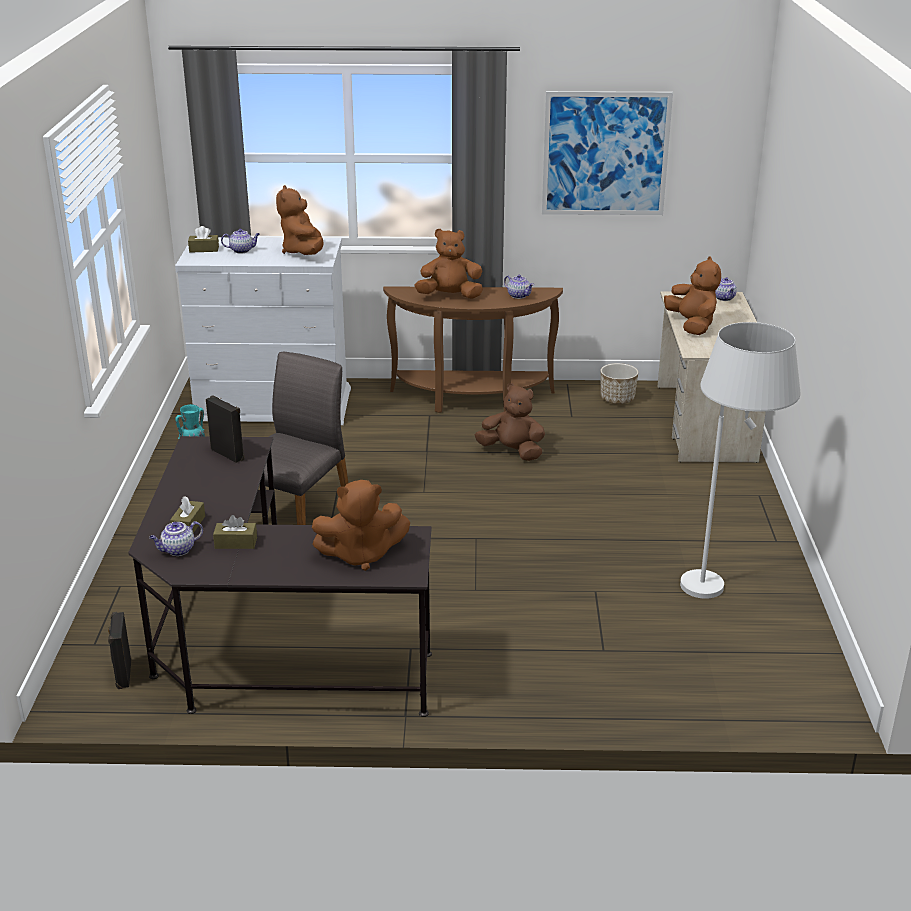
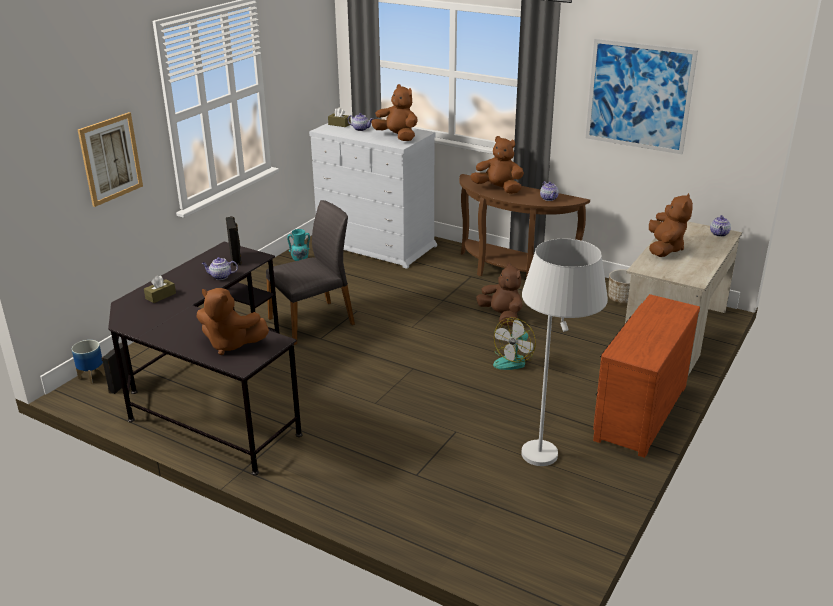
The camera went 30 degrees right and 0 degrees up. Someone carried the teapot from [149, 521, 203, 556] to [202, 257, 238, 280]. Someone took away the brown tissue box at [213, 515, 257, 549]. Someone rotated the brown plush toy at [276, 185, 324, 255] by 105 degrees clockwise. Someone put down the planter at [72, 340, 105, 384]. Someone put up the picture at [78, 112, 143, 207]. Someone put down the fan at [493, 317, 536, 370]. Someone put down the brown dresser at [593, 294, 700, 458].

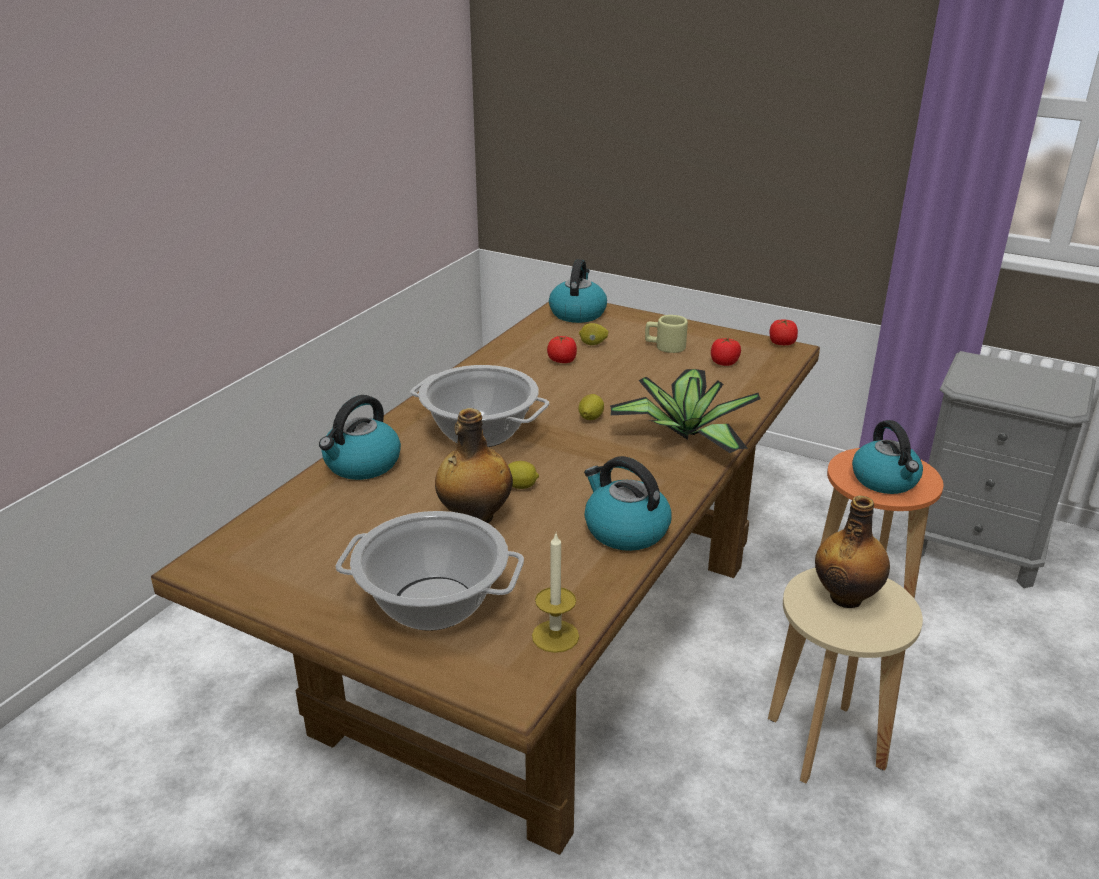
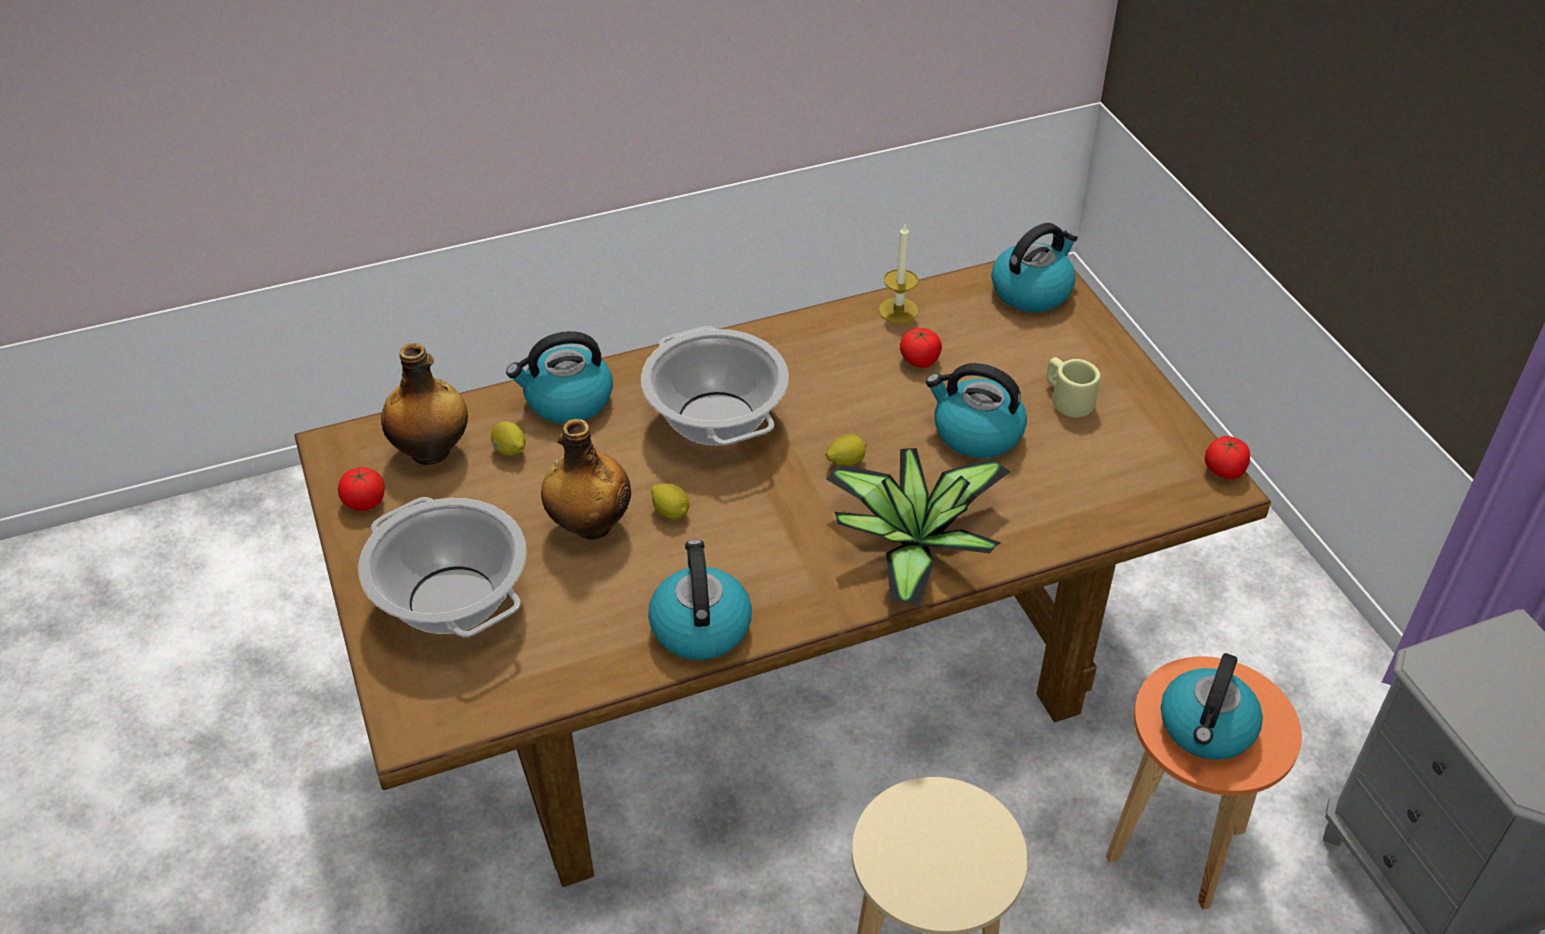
The camera went 40 degrees right and 15 degrees up. Someone carried the candle from [532, 534, 579, 653] to [879, 224, 918, 324]. Someone carried the lemon from [579, 323, 609, 345] to [491, 421, 526, 456]. Someone carried the tomato from [711, 337, 741, 366] to [338, 467, 385, 511]. Someone carried the bottle from [815, 496, 890, 608] to [381, 343, 468, 465]. Someone put down the kettle at [926, 363, 1027, 458].

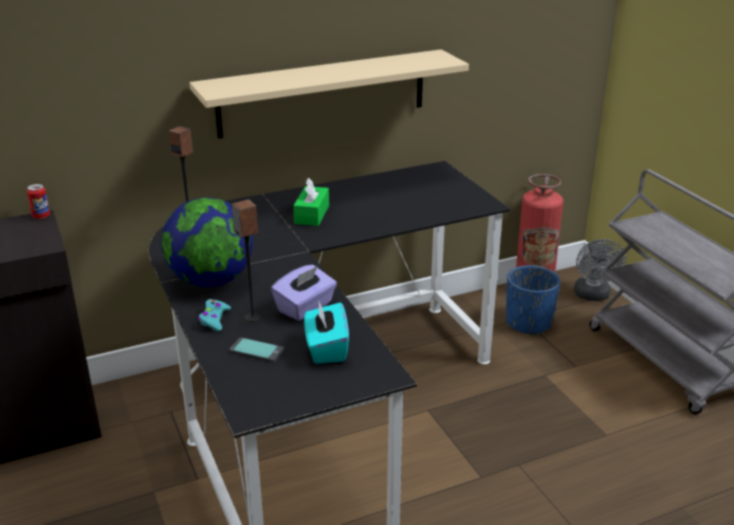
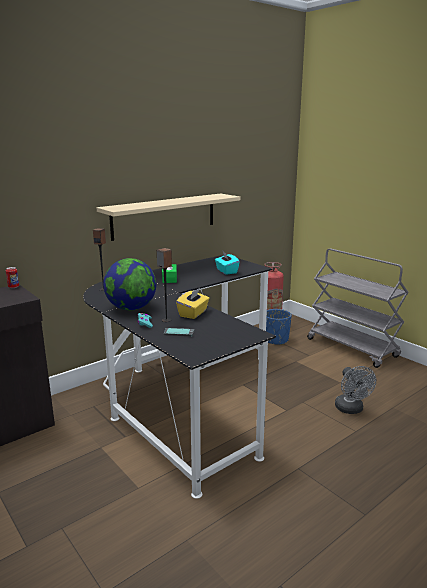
The camera went 15 degrees left and 10 degrees down. Someone repainted the purple tissue box at [271, 265, 337, 321], which became the yellow tissue box at [176, 288, 209, 319]. Someone carried the turquoise tissue box from [304, 302, 349, 364] to [215, 252, 239, 275]. Someone carried the grey fan from [574, 239, 626, 301] to [335, 366, 376, 414].

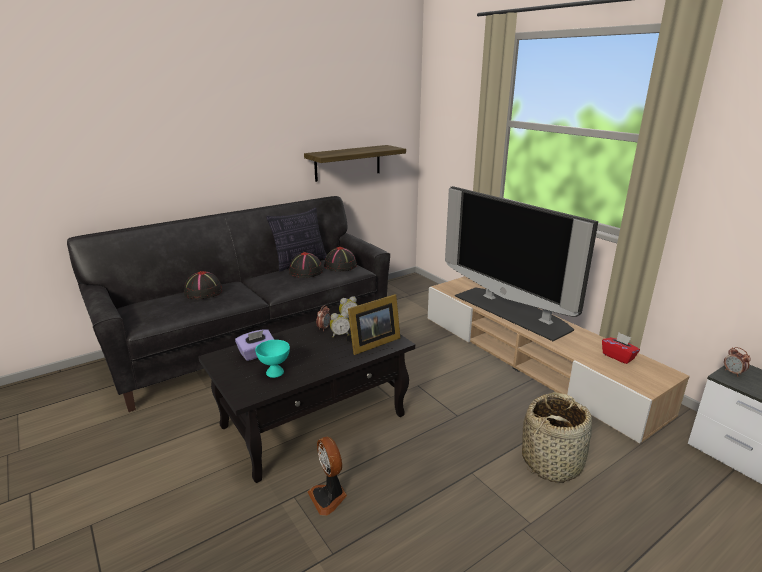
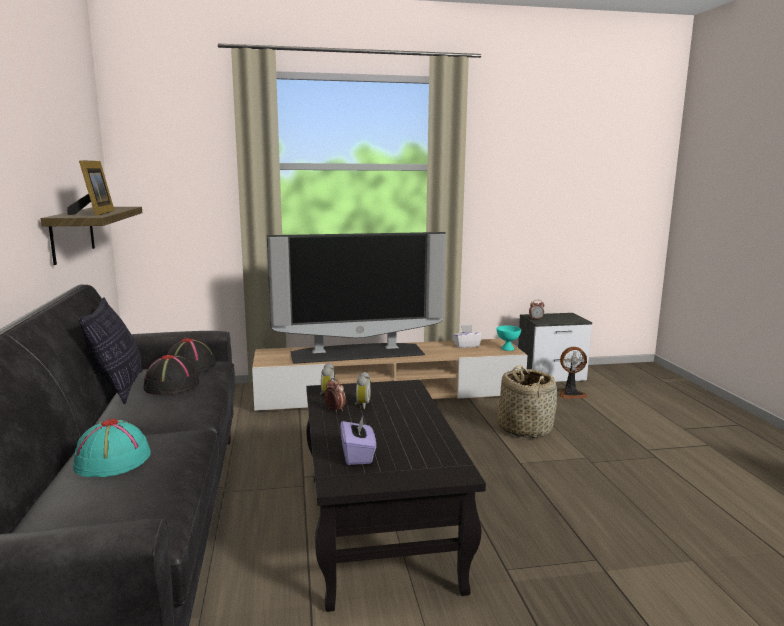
The camera went 65 degrees left and 10 degrees down. Someone repainted the black hat at [184, 271, 223, 299], which became the turquoise hat at [73, 419, 151, 477]. Someone carried the turquoise bowl from [255, 340, 290, 378] to [497, 326, 521, 351]. Someone carried the fan from [308, 436, 347, 516] to [560, 347, 588, 399]. Someone carried the picture frame from [346, 294, 400, 355] to [67, 160, 115, 216]. Someone repainted the red tissue box at [602, 332, 640, 364], which became the white tissue box at [452, 325, 482, 348].

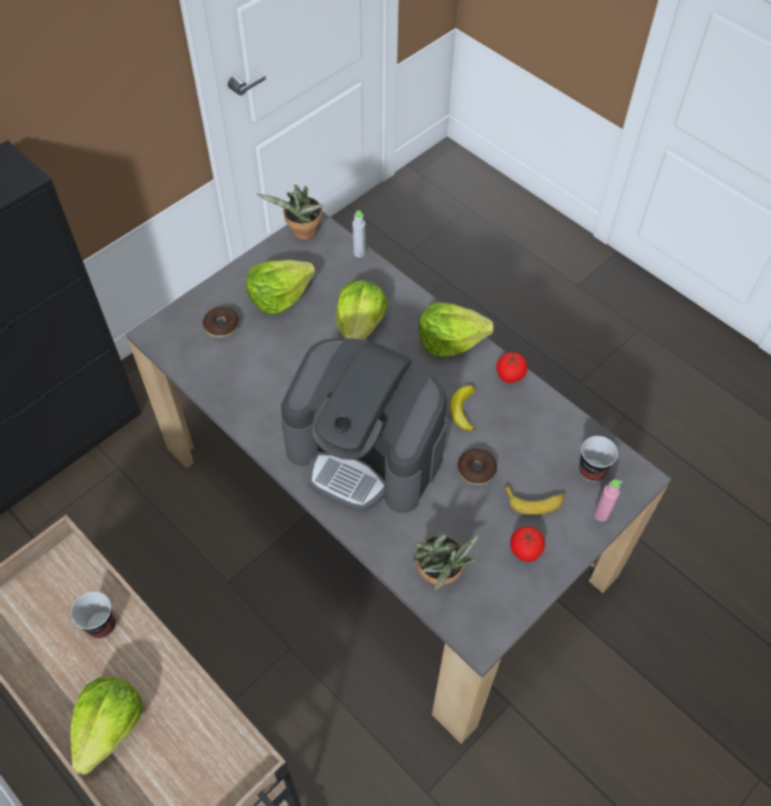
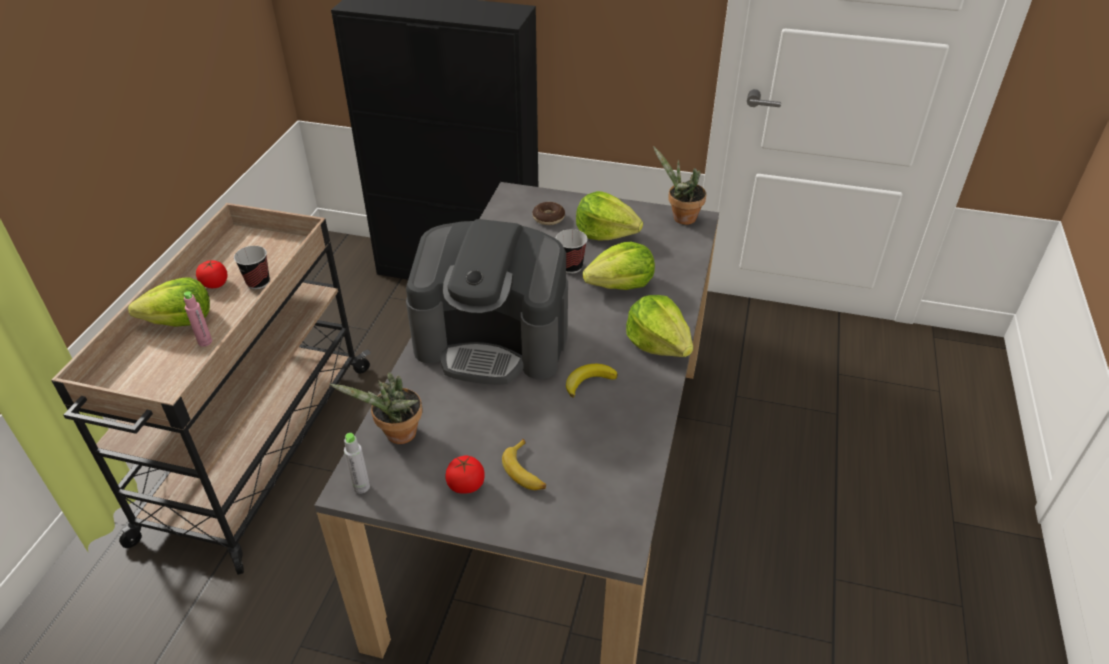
The camera went 60 degrees right and 15 degrees down. Someone rotated the coffee machine at [281, 338, 446, 513] by 75 degrees counterclockwise. Someone carried the grey bottle from [352, 210, 366, 257] to [344, 433, 370, 494]. Someone took away the donut at [457, 449, 497, 485]. Someone carried the tomato from [496, 352, 527, 383] to [196, 260, 227, 288]. Someone carried the cup from [579, 436, 618, 482] to [555, 229, 588, 274]. Someone carried the pink bottle from [594, 479, 622, 522] to [184, 291, 212, 347].

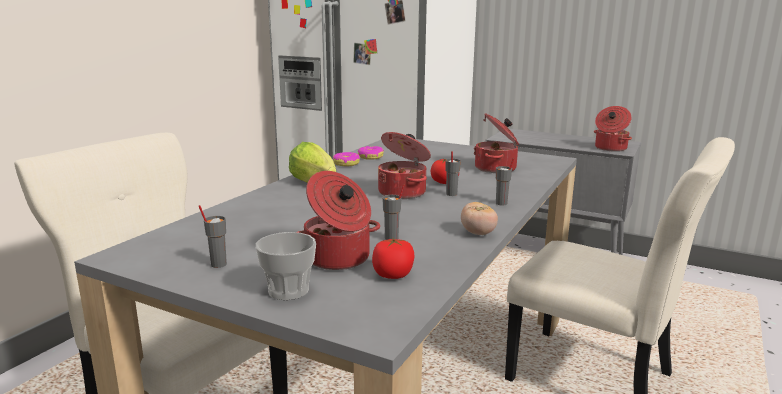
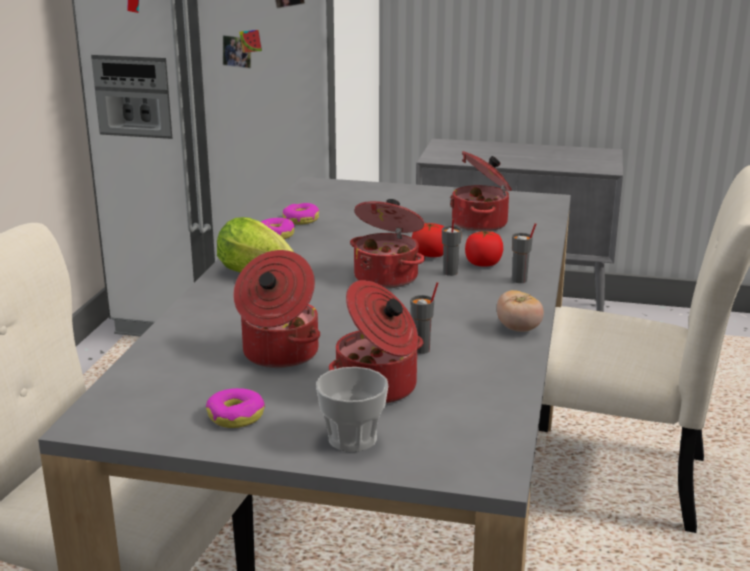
The camera went 15 degrees left and 5 degrees up. Someone swapped the grey cup at [199, 205, 227, 268] for the donut at [206, 388, 265, 428]. Someone carried the tomato from [372, 237, 415, 279] to [465, 231, 503, 267]. Someone carried the cooking pot from [594, 106, 632, 152] to [233, 250, 320, 368].

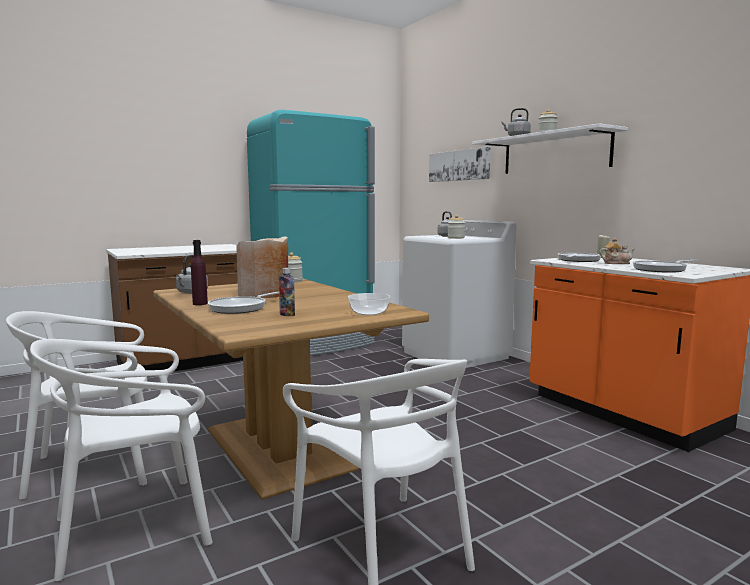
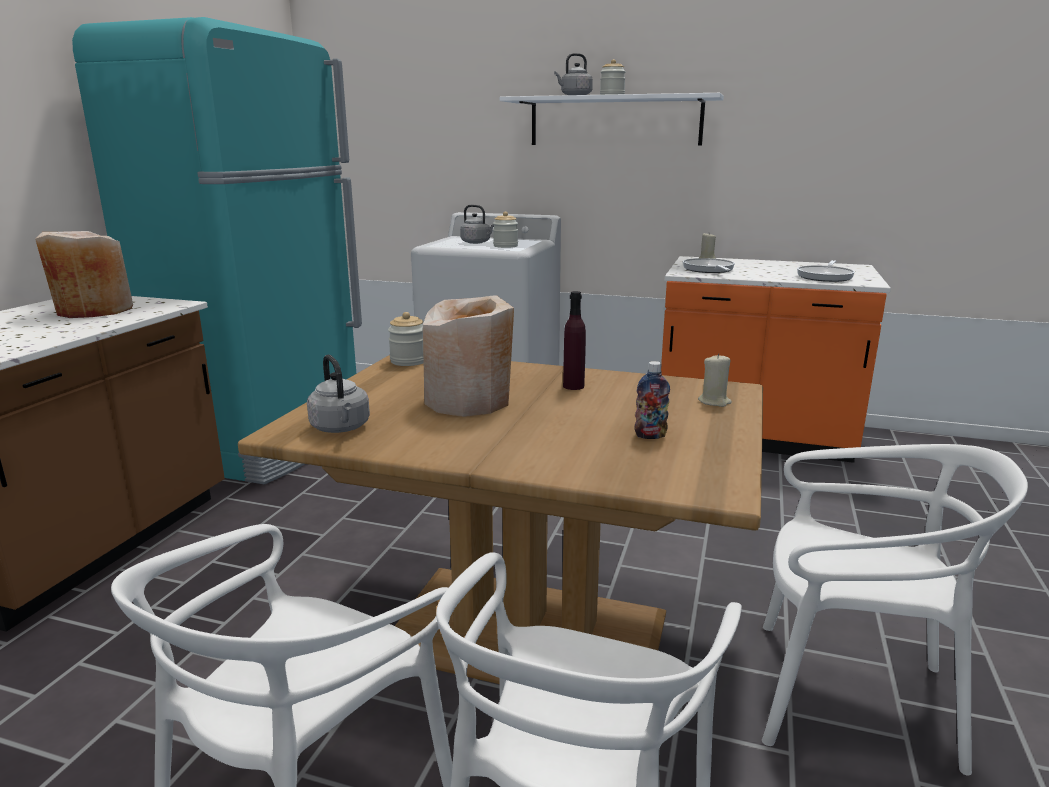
The camera went 40 degrees left and 10 degrees up. Someone carried the purple bottle from [191, 240, 208, 305] to [563, 291, 586, 390]. Someone took away the frying pan at [208, 292, 279, 314]. Someone swapped the bowl at [348, 293, 390, 315] for the beige candle at [698, 353, 732, 407]. Someone took away the picture at [429, 147, 491, 182]. Someone took away the teapot at [599, 237, 635, 264]. Someone put down the beige vase at [35, 231, 133, 318].

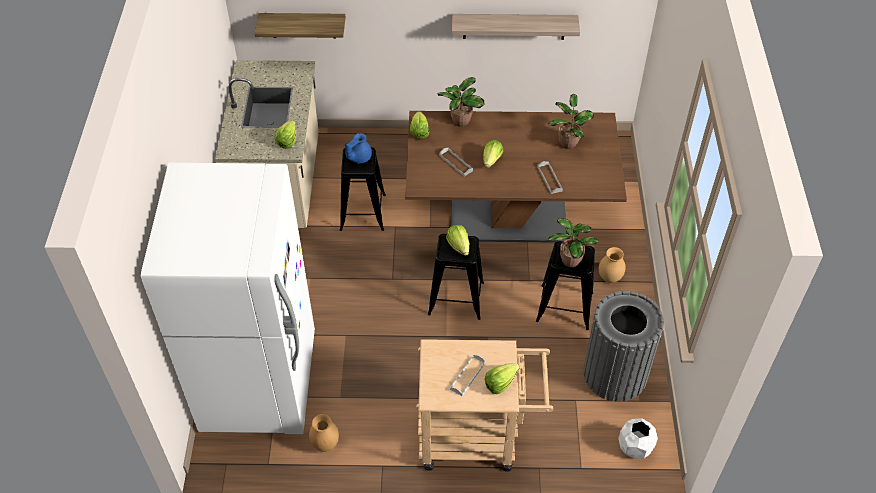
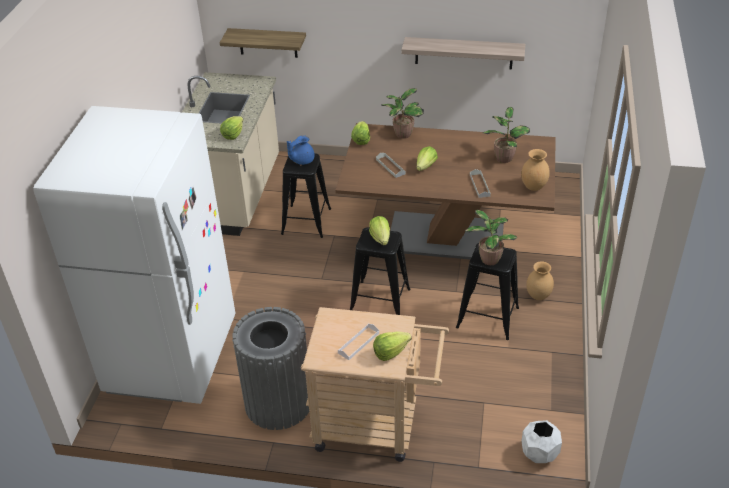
The camera went 10 degrees right and 10 degrees down. Someone carried the brown vase from [309, 414, 339, 452] to [521, 149, 550, 191]. Someone carried the grey trash can from [583, 291, 664, 402] to [232, 307, 309, 430].

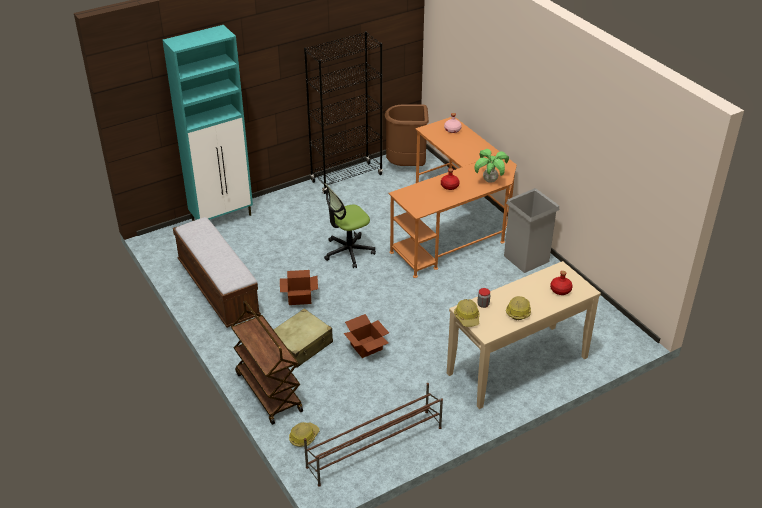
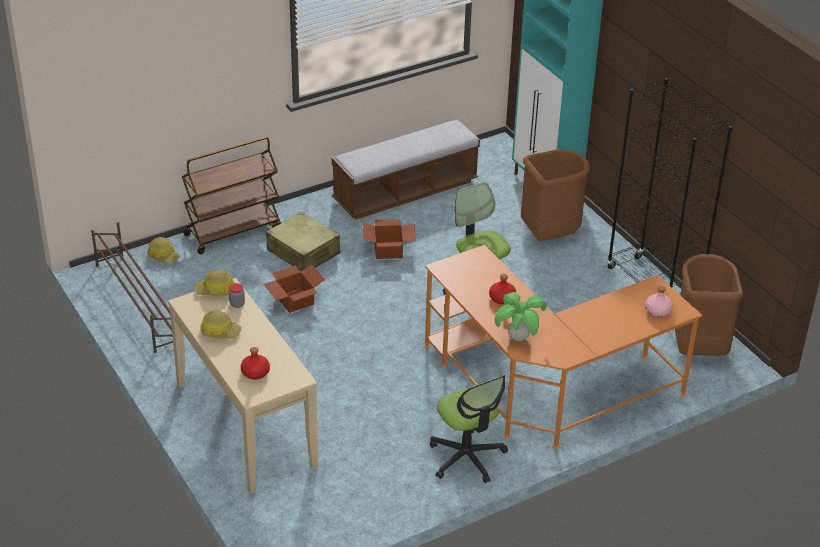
The camera went 90 degrees right and 0 degrees up. Someone swapped the grey trash can at [504, 188, 560, 273] for the office chair at [430, 375, 508, 483]. Someone put down the brown trash can at [521, 149, 590, 241].

